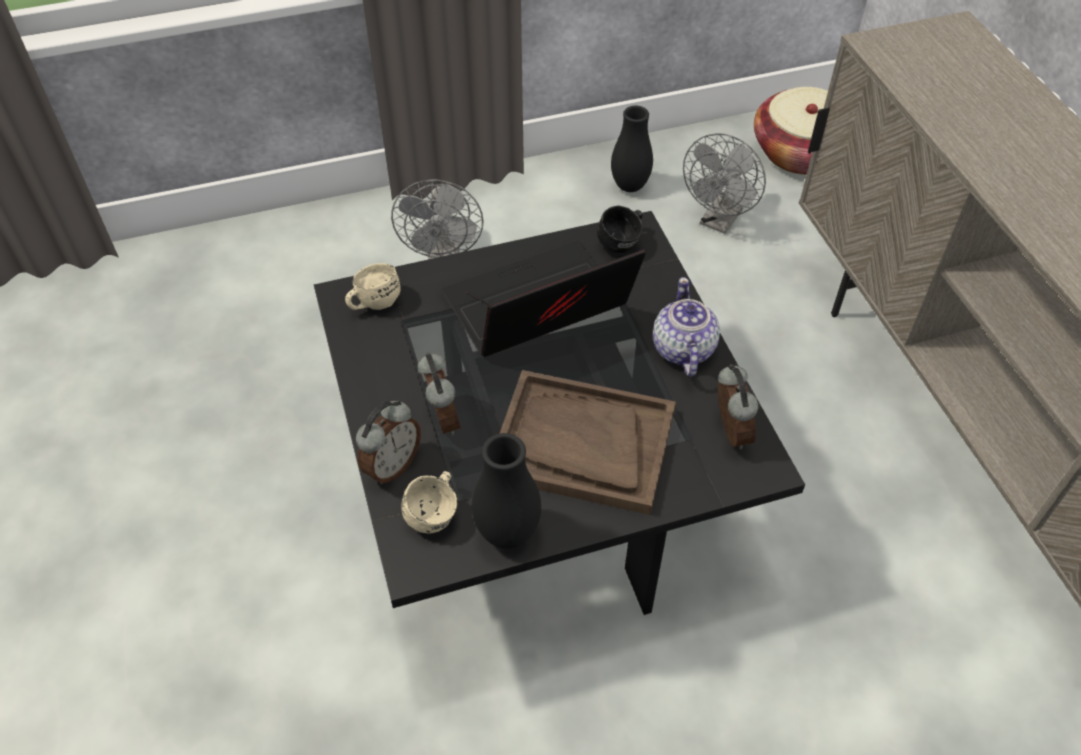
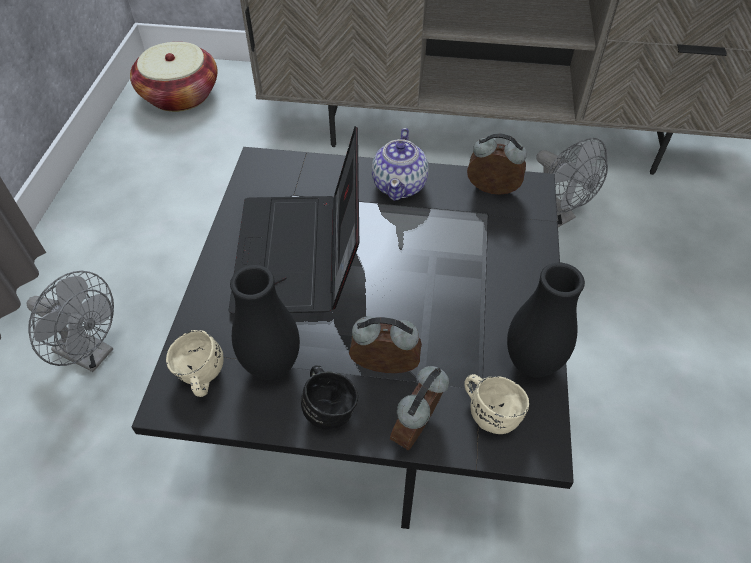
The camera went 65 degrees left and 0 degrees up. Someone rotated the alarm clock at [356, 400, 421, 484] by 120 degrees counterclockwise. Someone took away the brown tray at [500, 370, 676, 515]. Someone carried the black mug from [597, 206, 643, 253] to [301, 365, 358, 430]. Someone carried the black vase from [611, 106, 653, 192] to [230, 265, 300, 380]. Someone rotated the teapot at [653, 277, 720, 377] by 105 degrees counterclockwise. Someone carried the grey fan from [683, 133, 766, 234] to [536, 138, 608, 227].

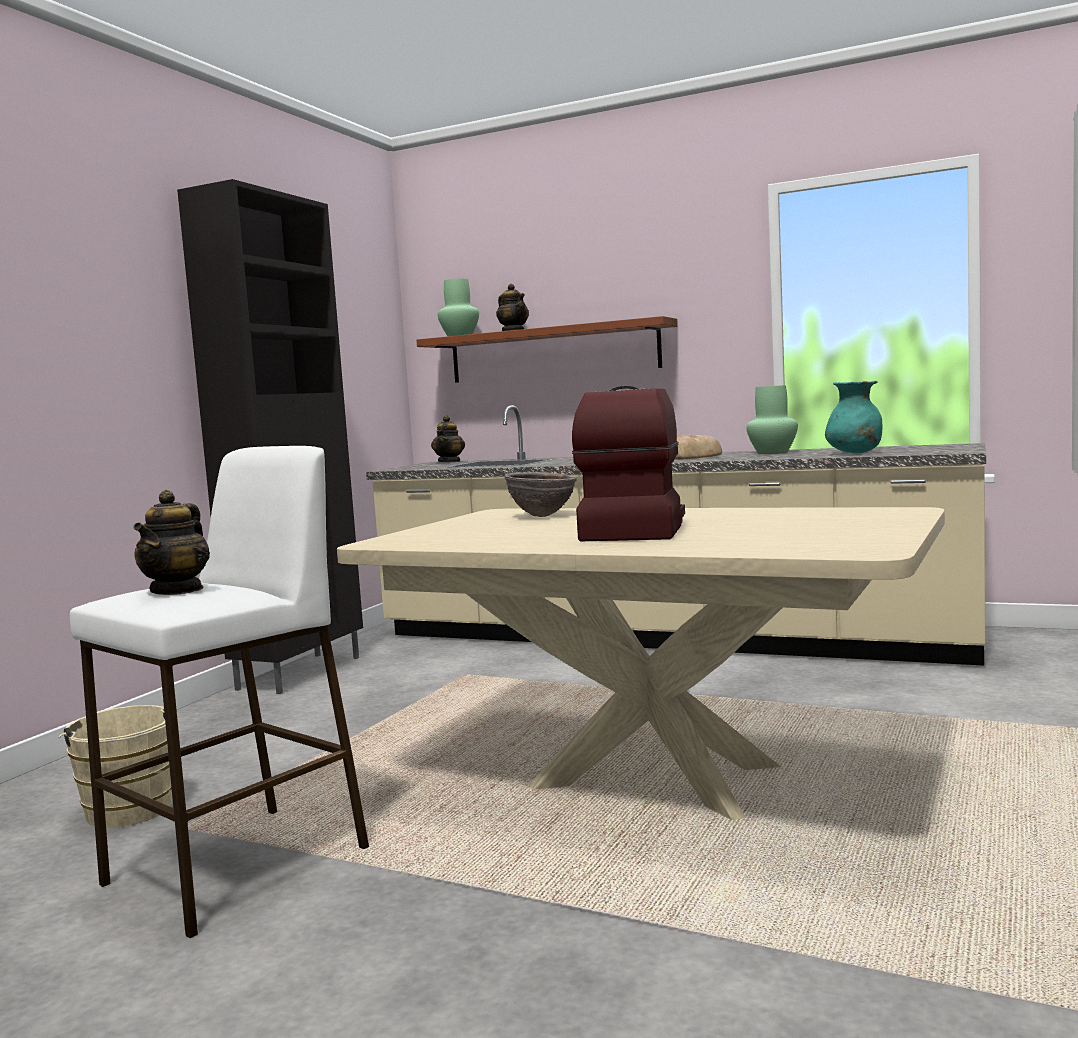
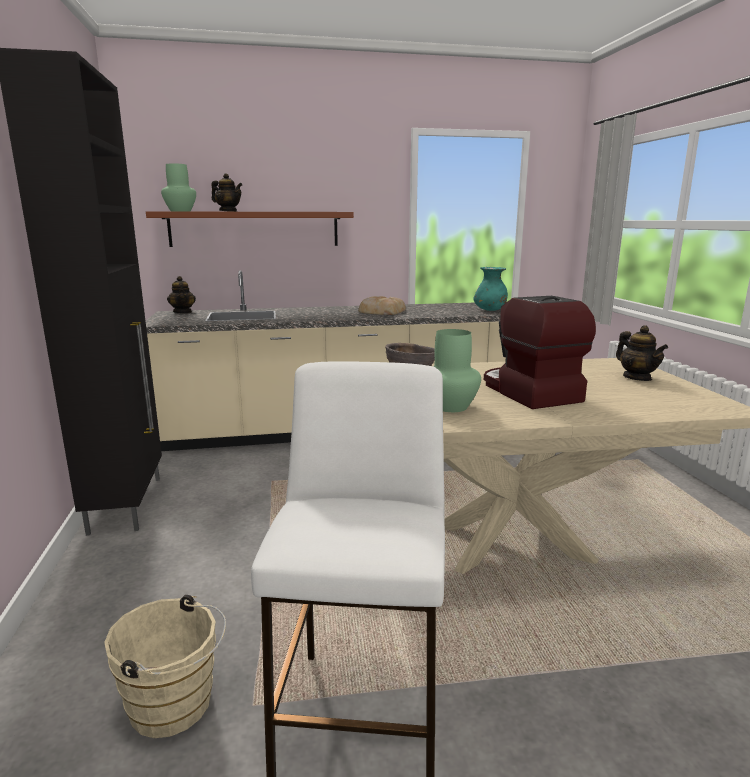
The camera went 35 degrees left and 10 degrees up. Someone carried the teapot from [133, 490, 210, 595] to [616, 325, 668, 381]. Someone carried the green vase from [746, 385, 798, 454] to [433, 329, 481, 412].

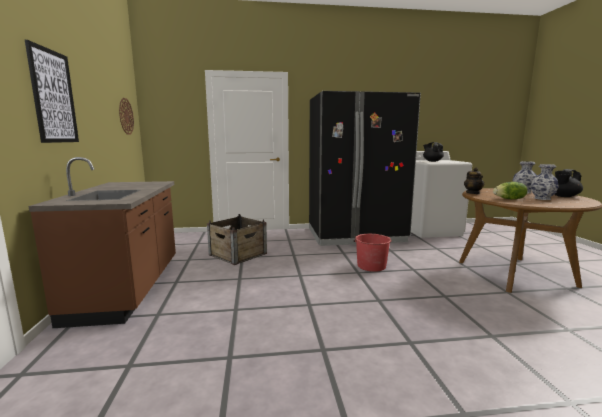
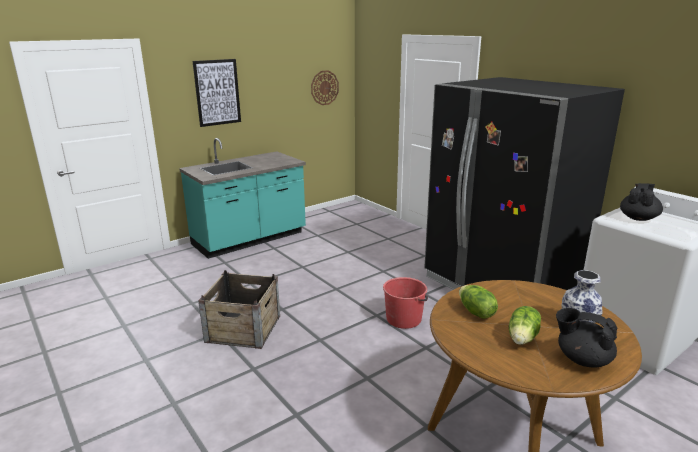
The camera went 60 degrees right and 10 degrees up. Someone repainted the brown counter at [28, 157, 176, 328], which became the turquoise counter at [179, 138, 306, 259]. Someone carried the crate from [207, 214, 267, 265] to [198, 270, 280, 349]. Someone took away the teapot at [464, 168, 484, 194]. Someone swapped the vase at [531, 164, 559, 200] for the lettuce at [509, 306, 541, 345].

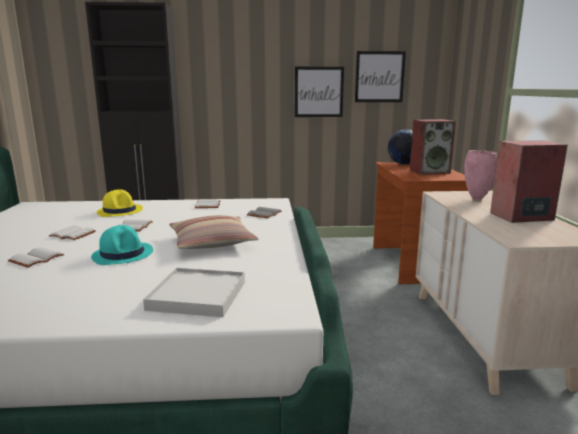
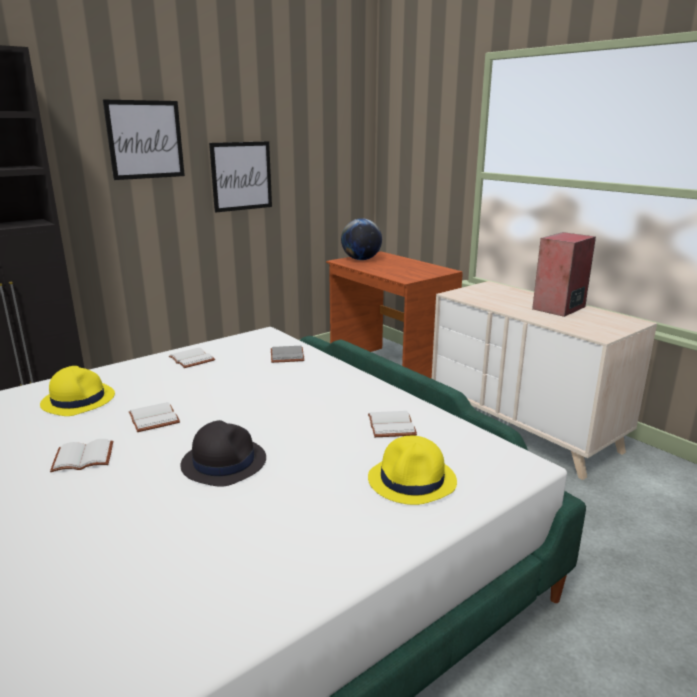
The camera went 35 degrees left and 5 degrees up. Someone carried the white book from [8, 247, 64, 268] to [368, 411, 417, 437]. Someone repainted the turquoise hat at [91, 225, 153, 265], which became the black hat at [180, 420, 266, 487]. Someone swapped the white tray at [143, 268, 245, 317] for the yellow hat at [368, 436, 457, 505]. Someone took away the pillow at [169, 215, 259, 249]. Someone carried the picture from [355, 51, 406, 102] to [103, 100, 185, 180]. Someone took away the speaker at [410, 119, 456, 175]. Someone took away the pink vase at [464, 150, 498, 200].

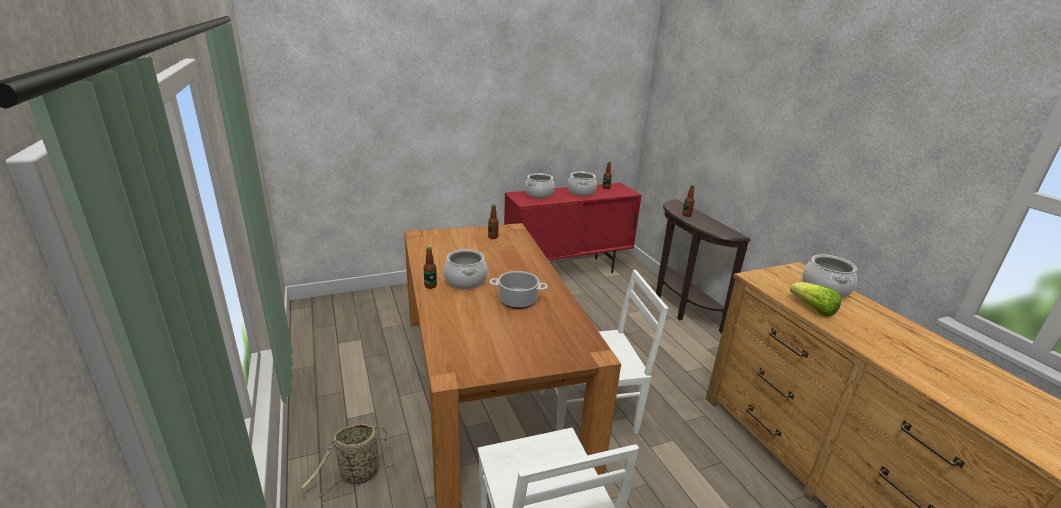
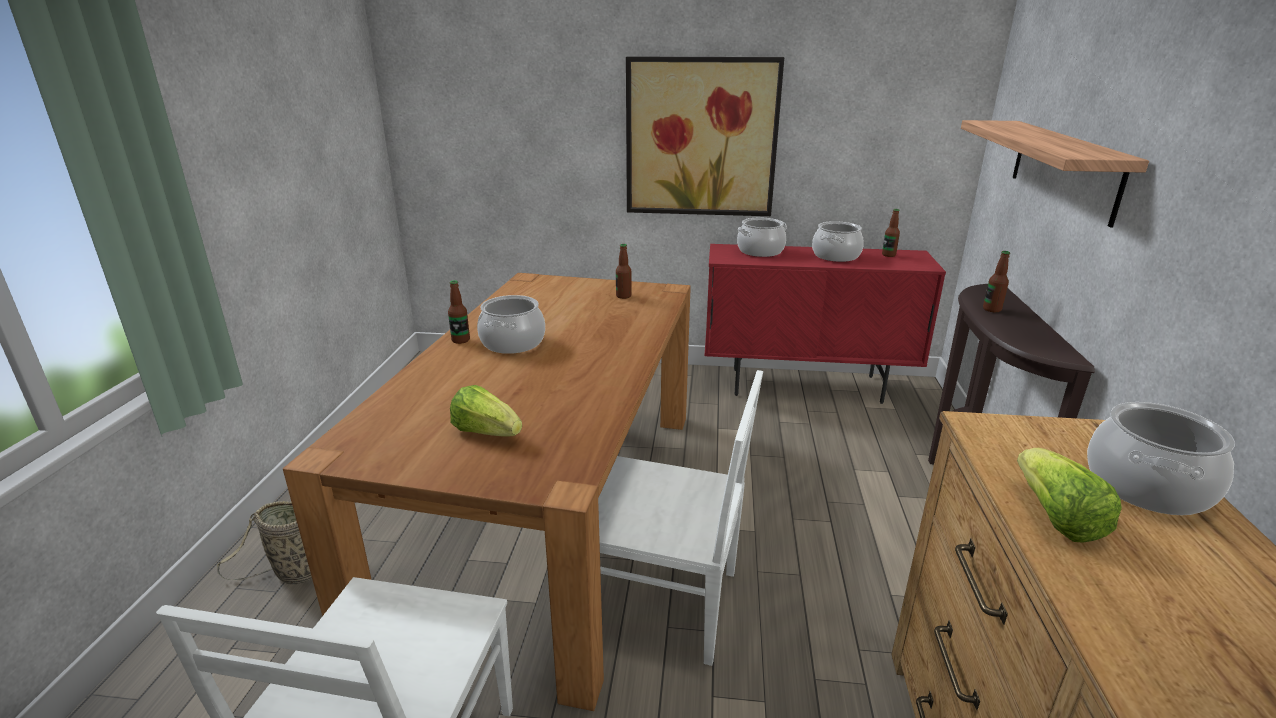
The camera went 30 degrees right and 0 degrees up. Someone took away the cooking pot at [489, 271, 548, 309]. Someone put down the lettuce at [450, 385, 522, 437]. Someone put up the picture at [626, 57, 784, 216]. Someone put up the shelf at [961, 120, 1149, 228].

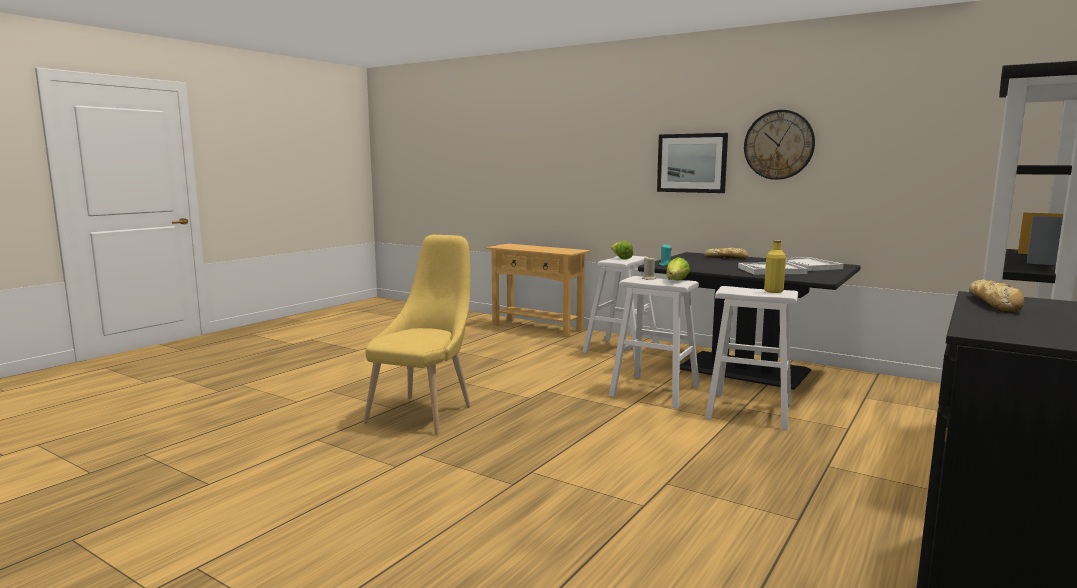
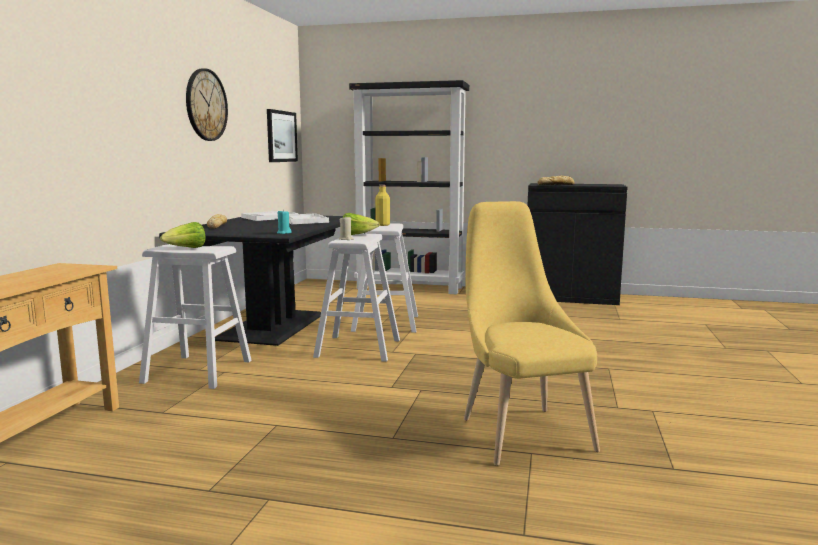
The camera went 110 degrees left and 0 degrees up. Someone rotated the yellow chair at [364, 235, 471, 434] by 75 degrees clockwise. Someone carried the picture from [657, 133, 728, 193] to [267, 109, 298, 162].

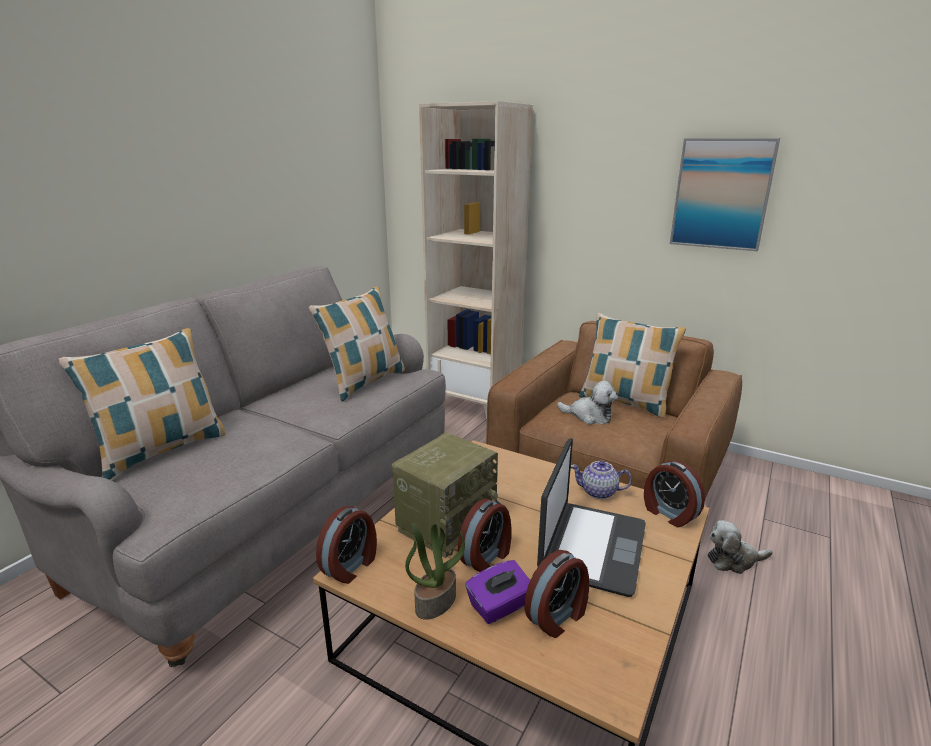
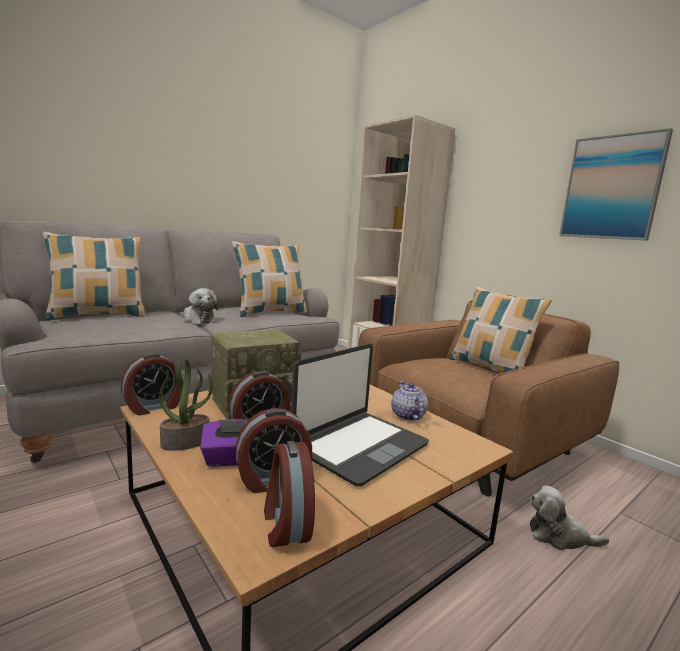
The camera went 20 degrees right and 10 degrees down. Someone carried the plush toy from [557, 381, 618, 424] to [184, 288, 218, 324]. Someone rotated the teapot at [571, 460, 632, 499] by 45 degrees clockwise. Someone carried the alarm clock from [644, 461, 705, 527] to [264, 441, 315, 547].

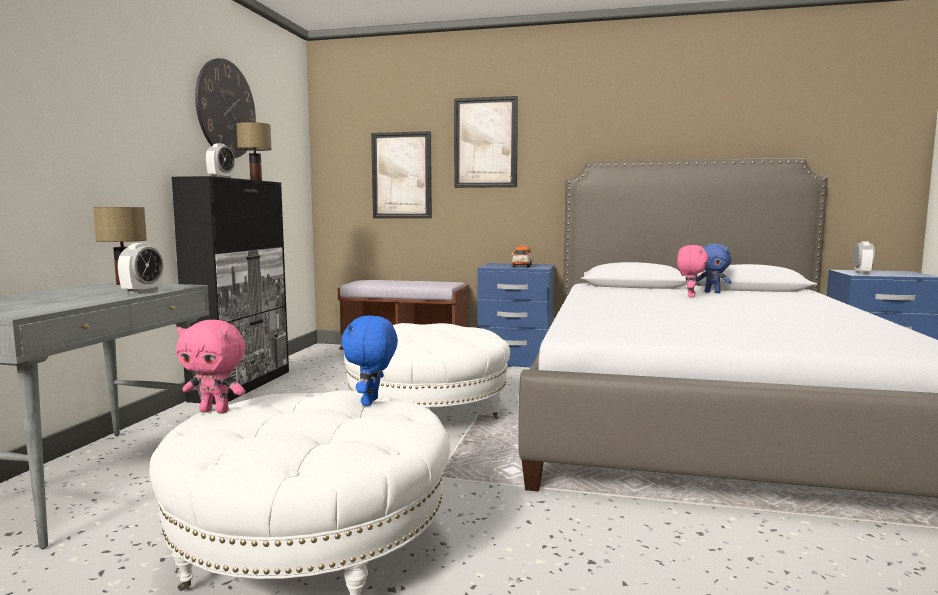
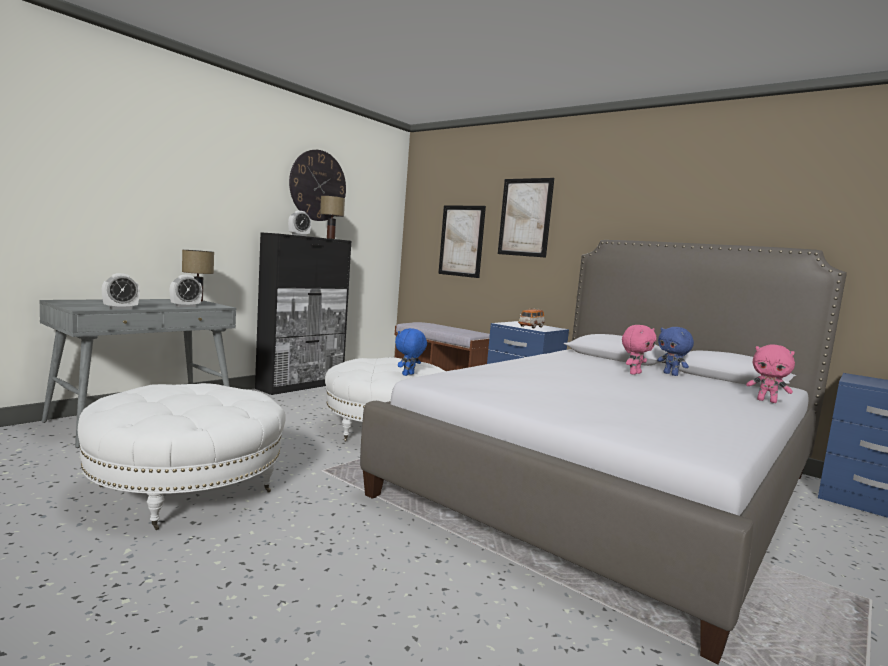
The camera went 25 degrees right and 0 degrees up. Someone carried the pink plush toy from [176, 320, 245, 414] to [746, 344, 795, 403]. Someone carried the blue plush toy from [341, 316, 398, 406] to [395, 328, 427, 376]. Someone carried the alarm clock from [853, 241, 875, 274] to [102, 273, 140, 309].

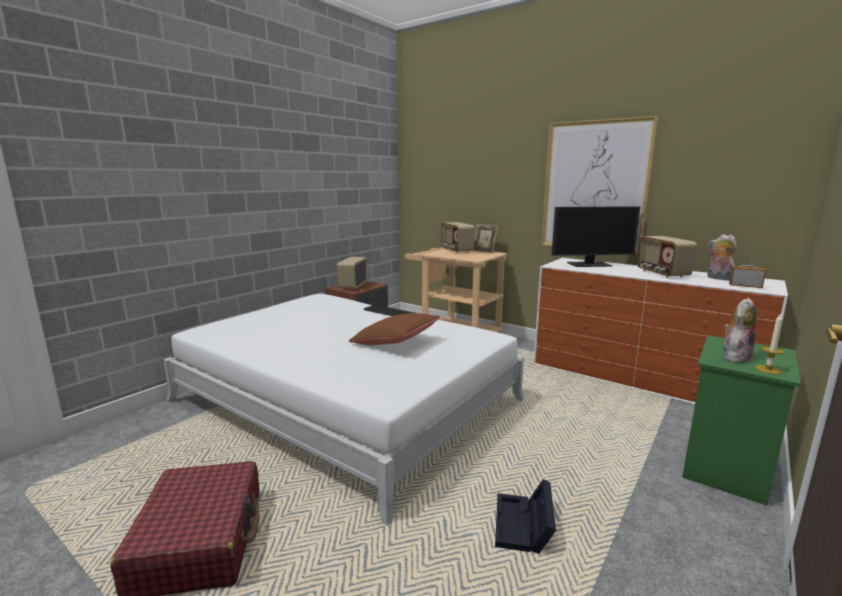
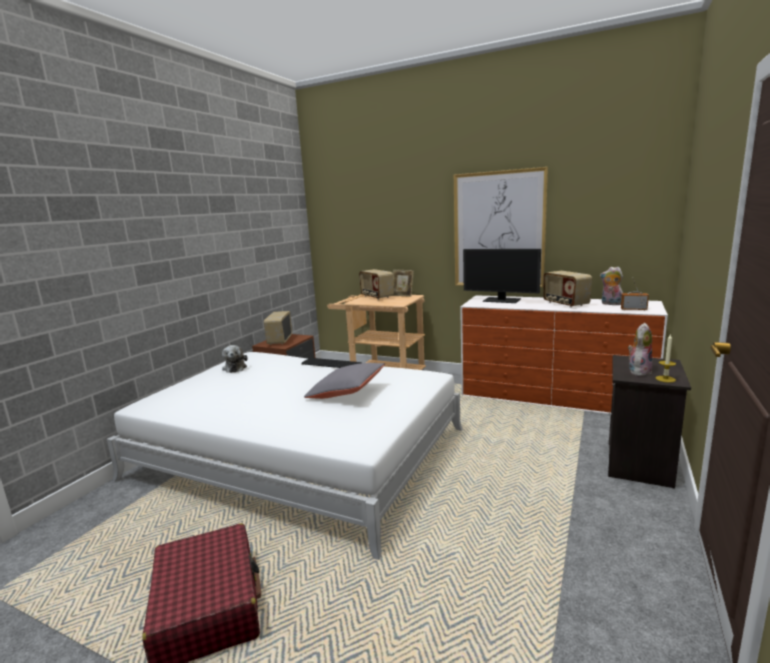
The camera went 10 degrees left and 0 degrees up. Someone repainted the brown pillow at [349, 313, 440, 345], which became the grey pillow at [304, 363, 385, 399]. Someone took away the black storage box at [495, 479, 556, 553]. Someone rotated the monitor at [551, 206, 640, 267] by 45 degrees clockwise. Someone repainted the green nightstand at [682, 335, 801, 505], which became the black nightstand at [608, 355, 691, 488]. Someone put down the plush toy at [222, 345, 248, 373].

